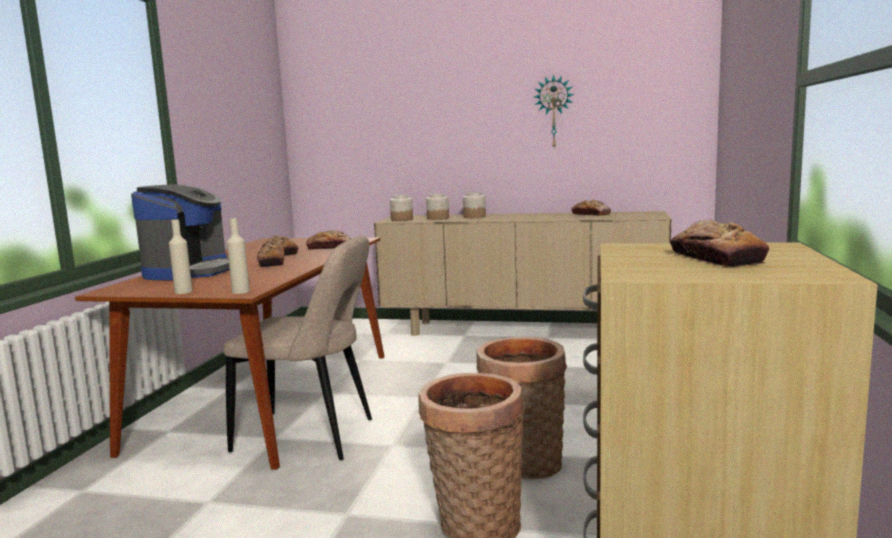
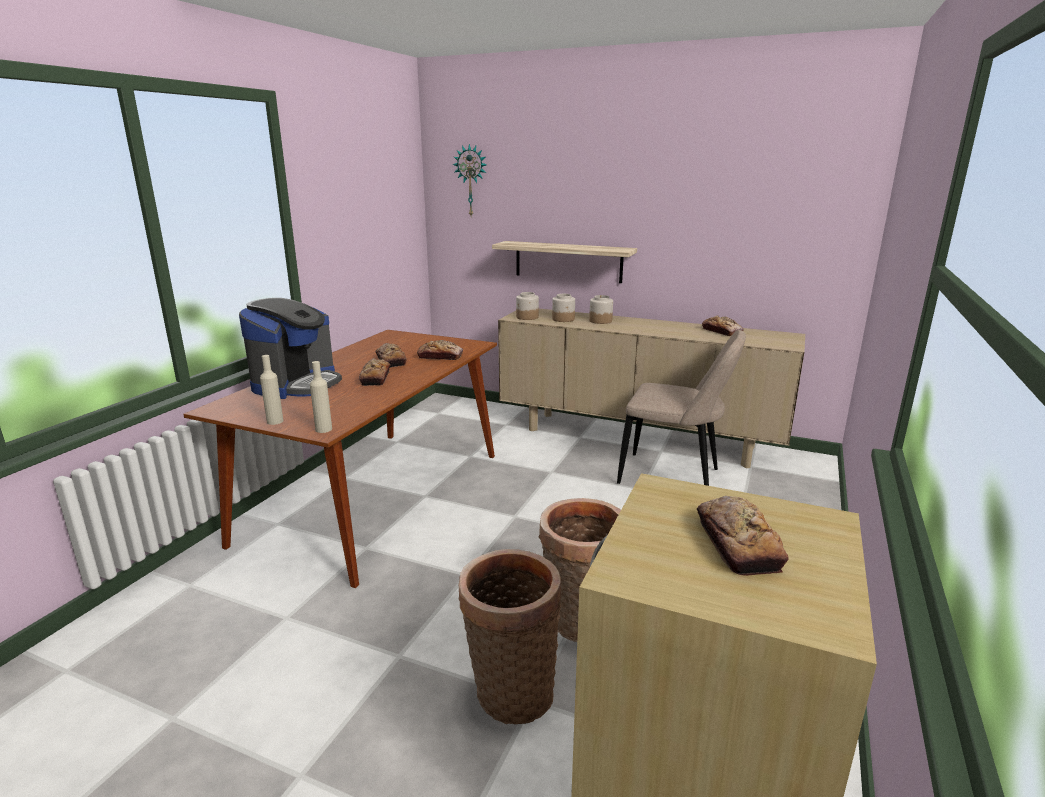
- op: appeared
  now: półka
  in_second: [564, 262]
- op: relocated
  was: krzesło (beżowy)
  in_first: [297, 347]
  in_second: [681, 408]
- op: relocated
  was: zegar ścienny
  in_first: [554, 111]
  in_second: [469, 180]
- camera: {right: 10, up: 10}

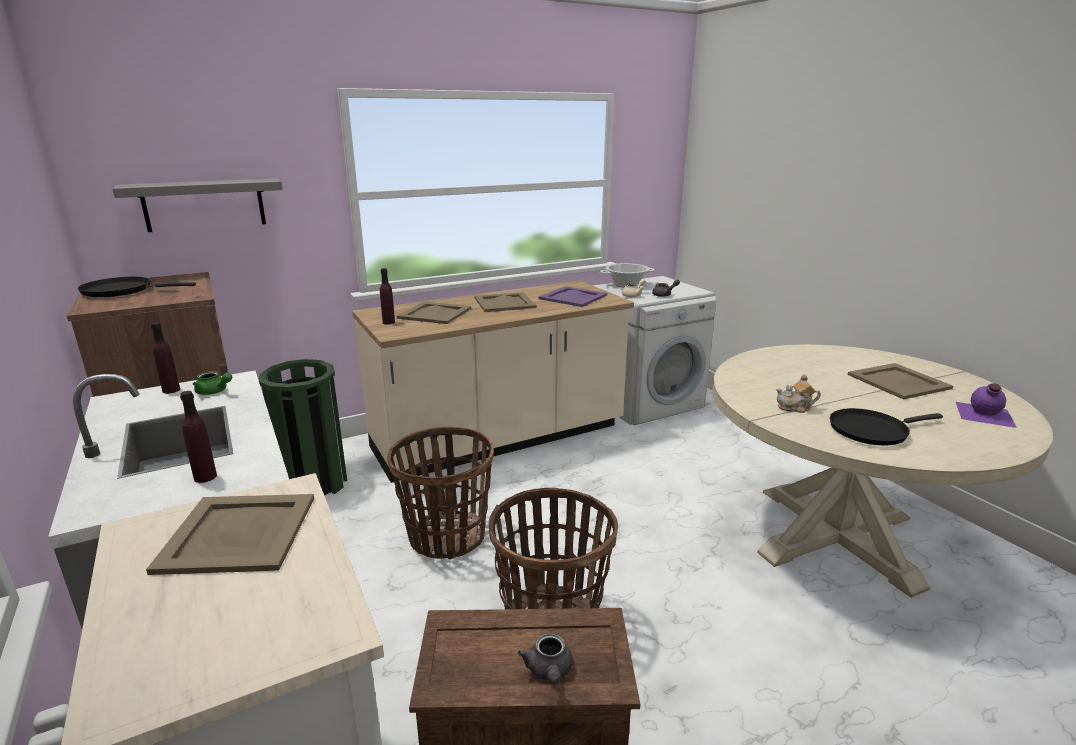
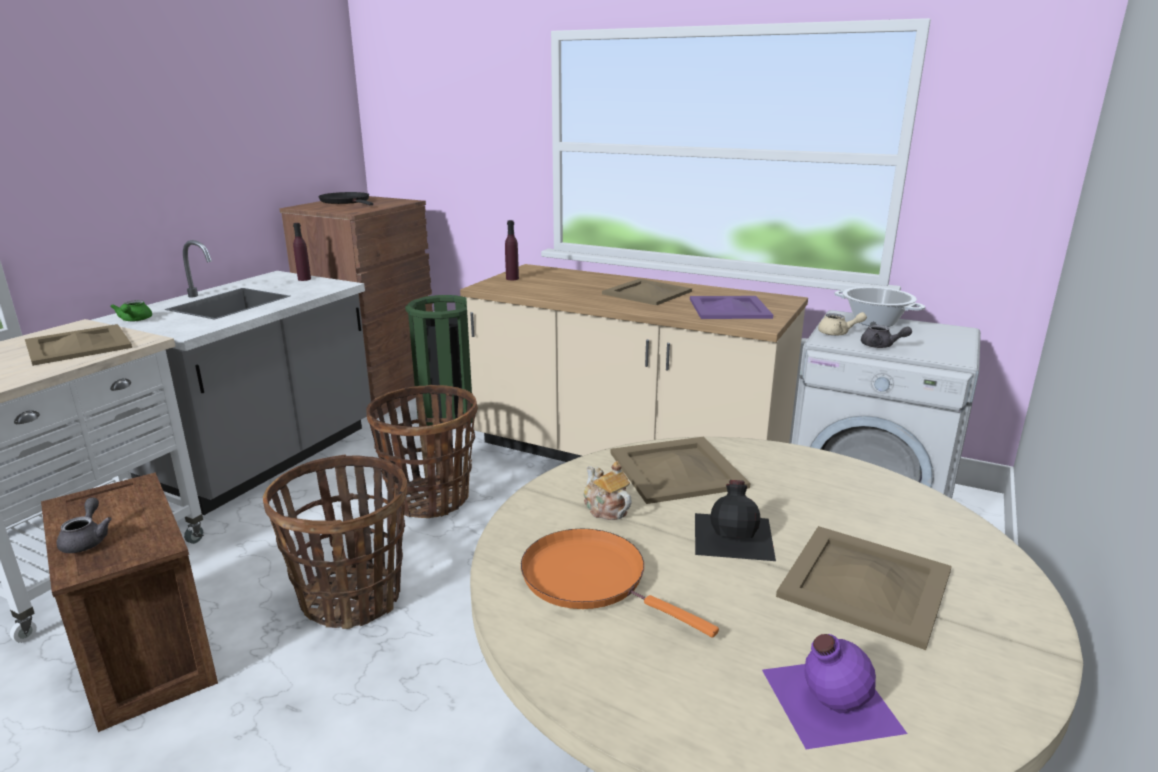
- op: missing
  was: półka (szary)
  in_first: [198, 205]
- op: missing
  was: butelka (fioletowy)
  in_first: [198, 437]
- op: appeared
  now: butelka (czarny)
  in_second: [735, 520]
- op: relocated
  was: imbryk (zielony)
  in_first: [212, 383]
  in_second: [131, 310]
- op: relocated
  was: taca (beżowy)
  in_first: [434, 313]
  in_second: [680, 470]
- op: colour
  was: patelnia (czarny)
  now: patelnia (pomarańczowy)
  in_first: [886, 426]
  in_second: [620, 583]
- op: spun
  was: imbryk (szary)
  in_first: [545, 658]
  in_second: [84, 525]
  clockwise: 120
- camera: {right: 55, up: 0}

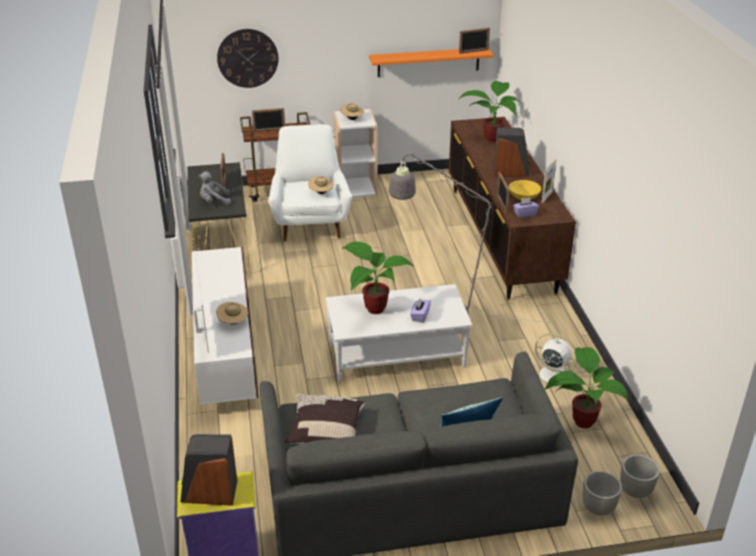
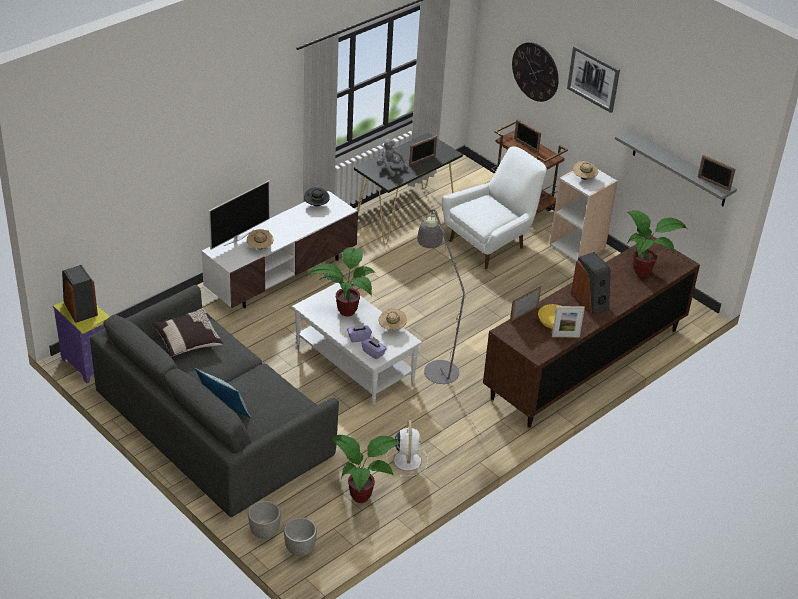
- op: appeared
  now: kapelusz (czarny)
  in_second: [317, 197]
- op: appeared
  now: obraz
  in_second: [593, 79]
- op: relocated
  was: kapelusz (beżowy)
  in_first: [321, 185]
  in_second: [393, 319]
- op: relocated
  was: pudełko chusteczek (fioletowy)
  in_first: [526, 207]
  in_second: [374, 348]
- op: colour
  was: półka (pomarańczowy)
  now: półka (szary)
  in_first: [431, 63]
  in_second: [676, 167]
- camera: {right: 55, up: 5}

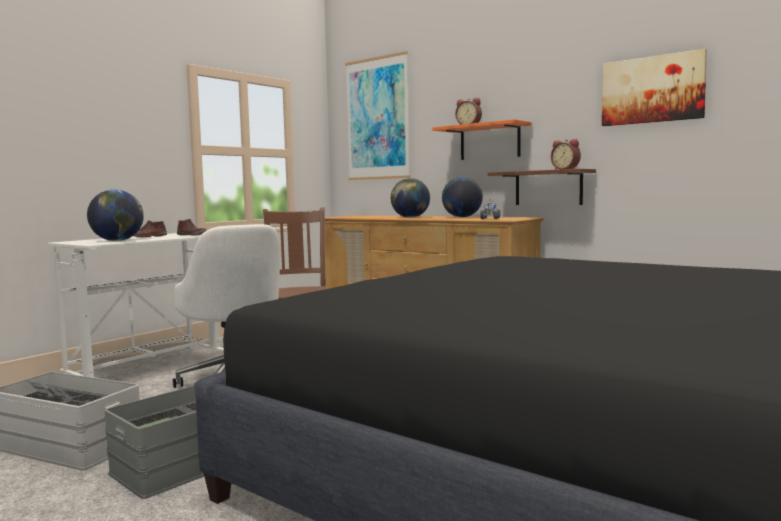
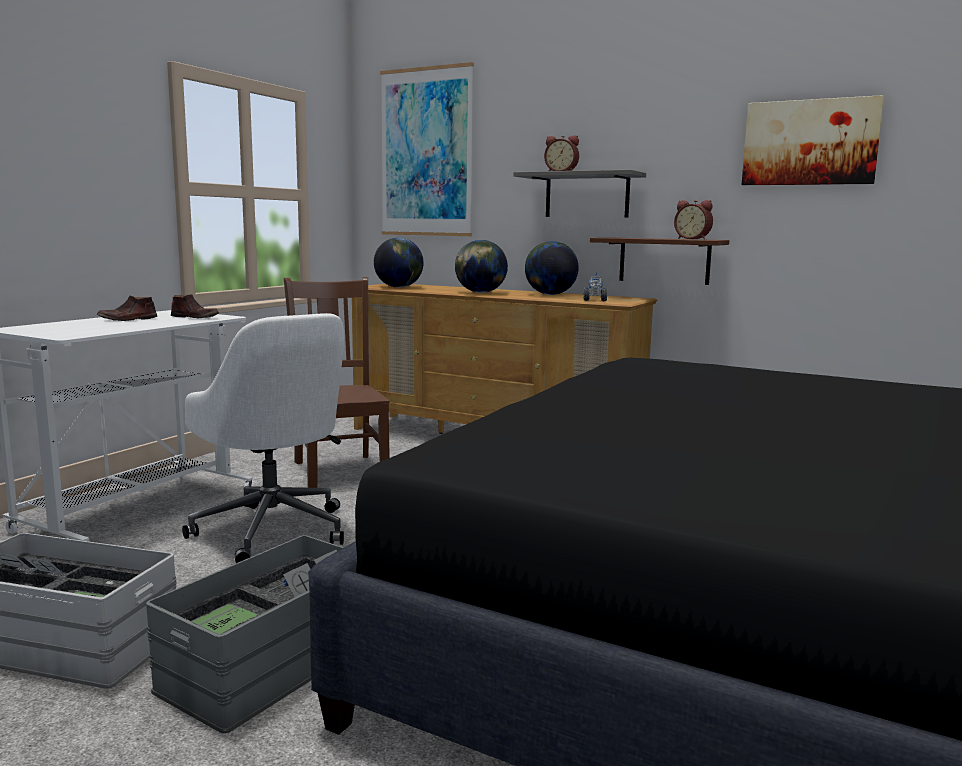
- op: relocated
  was: globus
  in_first: [115, 215]
  in_second: [399, 263]
- op: colour
  was: półka (pomarańczowy)
  now: półka (szary)
  in_first: [482, 139]
  in_second: [579, 193]
- camera: {right: -10, up: 5}

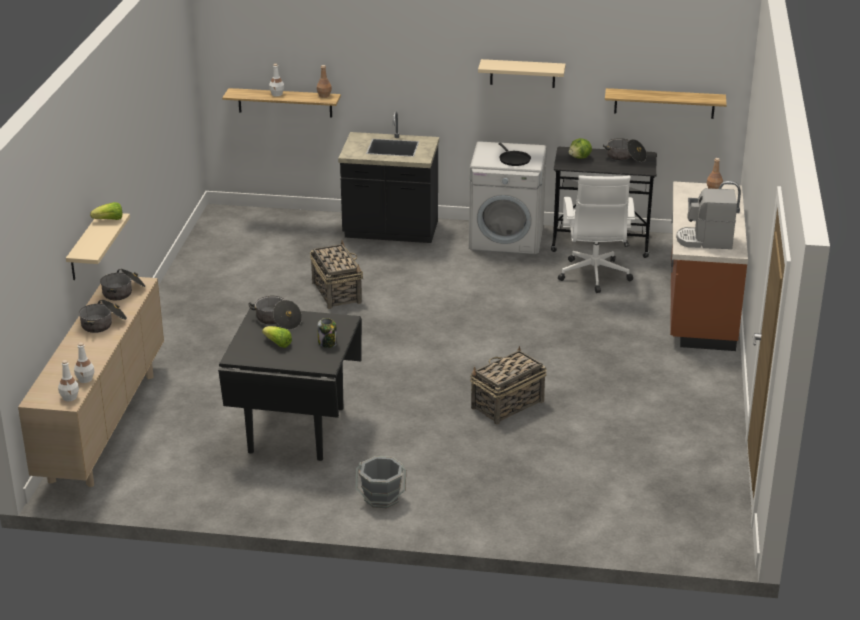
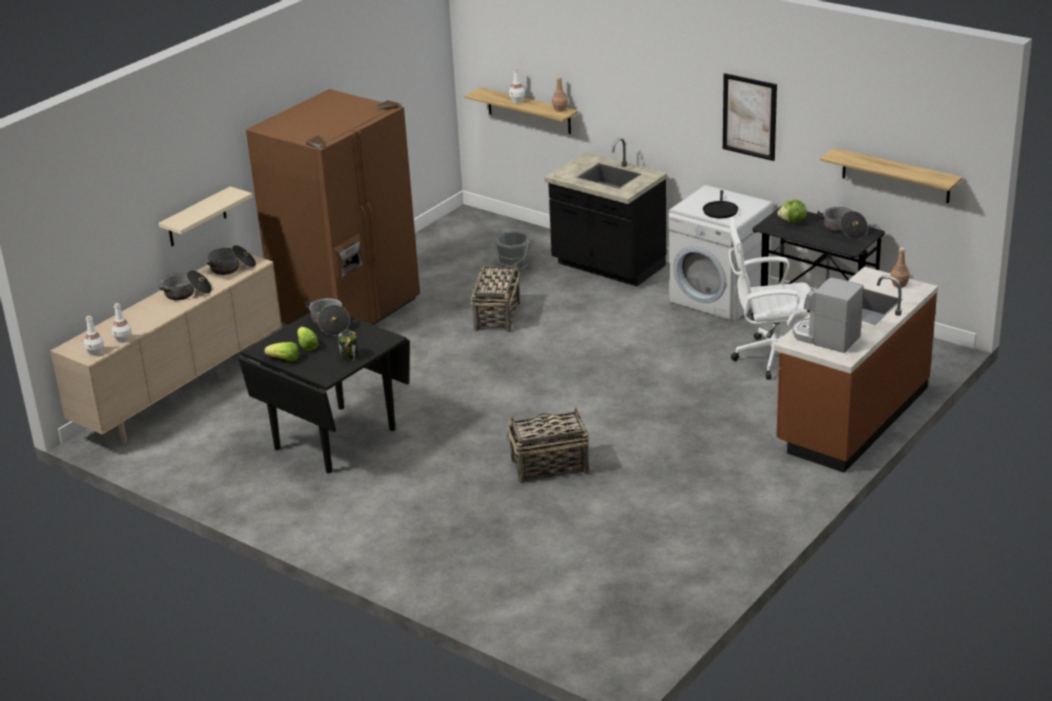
- op: appeared
  now: lodówka (brązowy)
  in_second: [333, 208]
- op: relocated
  was: sałata
  in_first: [106, 211]
  in_second: [281, 351]
- op: relocated
  was: wiadro (szary)
  in_first: [380, 482]
  in_second: [511, 250]
- op: exchanged
  was: półka (beżowy)
  now: obraz
  in_first: [522, 73]
  in_second: [750, 117]
- op: spun
  was: krzesło biurowe (biały)
  in_first: [596, 234]
  in_second: [770, 298]
  clockwise: 60
- camera: {right: 30, up: 0}

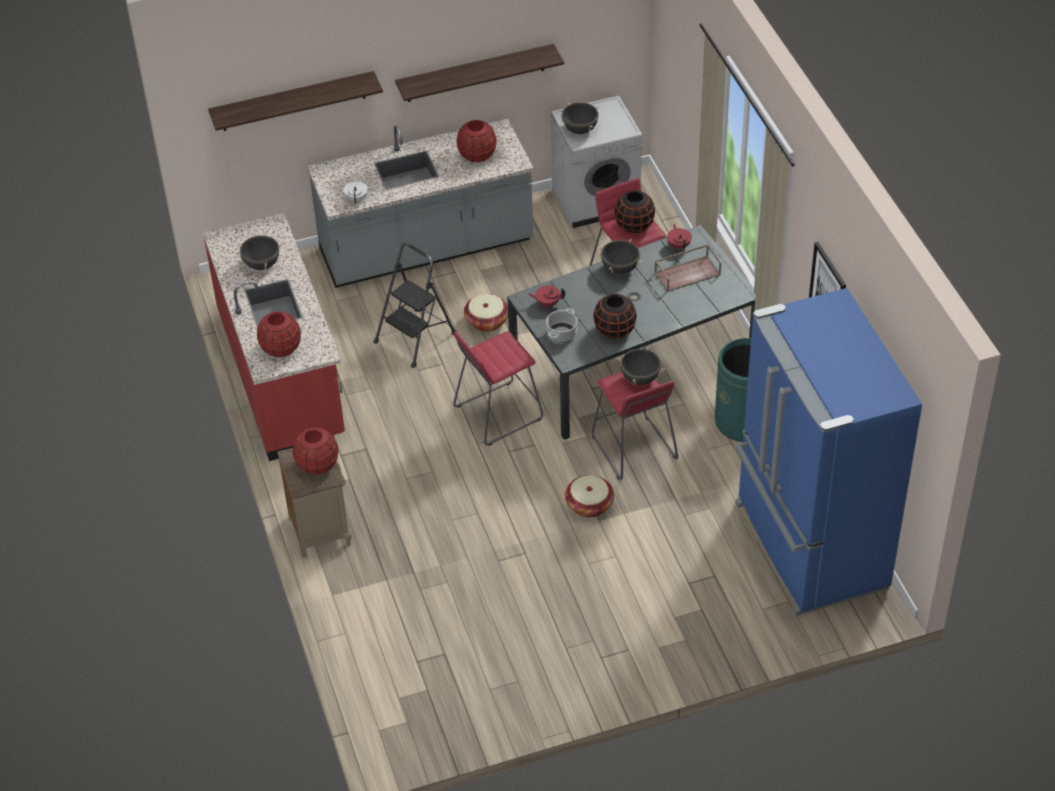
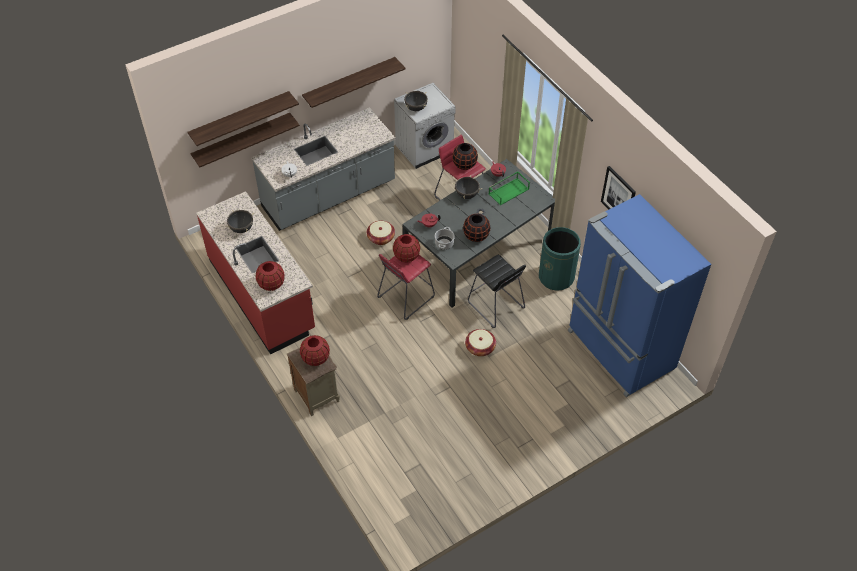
- op: missing
  was: drabinka (czarny)
  in_first: [415, 305]
- op: missing
  was: garnek (czarny)
  in_first: [640, 365]
- op: appeared
  now: półka
  in_second: [245, 140]
- op: relocated
  was: wazon (czerwony)
  in_first: [477, 141]
  in_second: [406, 248]
- op: colour
  was: stołek (czerwony)
  now: stołek (czarny)
  in_first: [635, 426]
  in_second: [497, 291]
- op: colour
  was: taca (brązowy)
  now: taca (zielony)
  in_first: [687, 268]
  in_second: [509, 188]
- camera: {right: -15, up: 5}

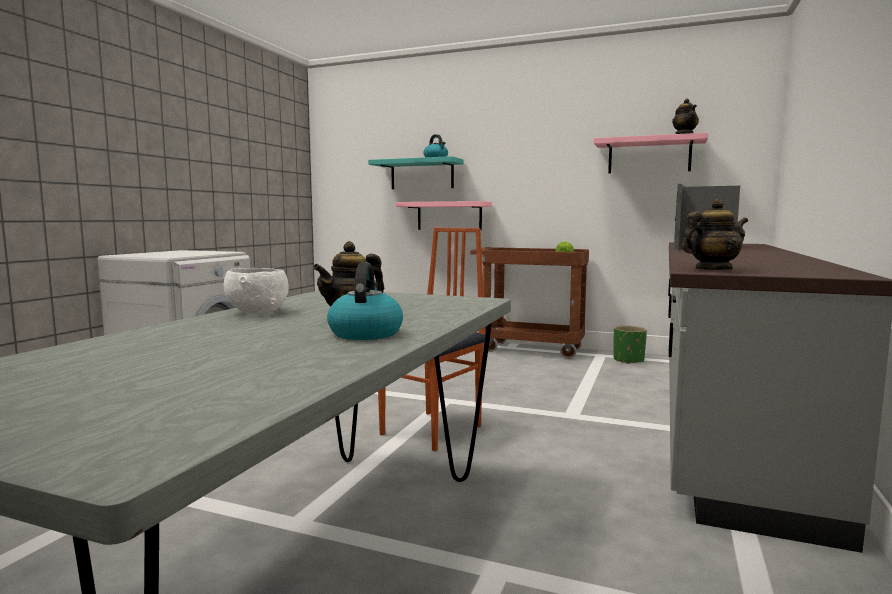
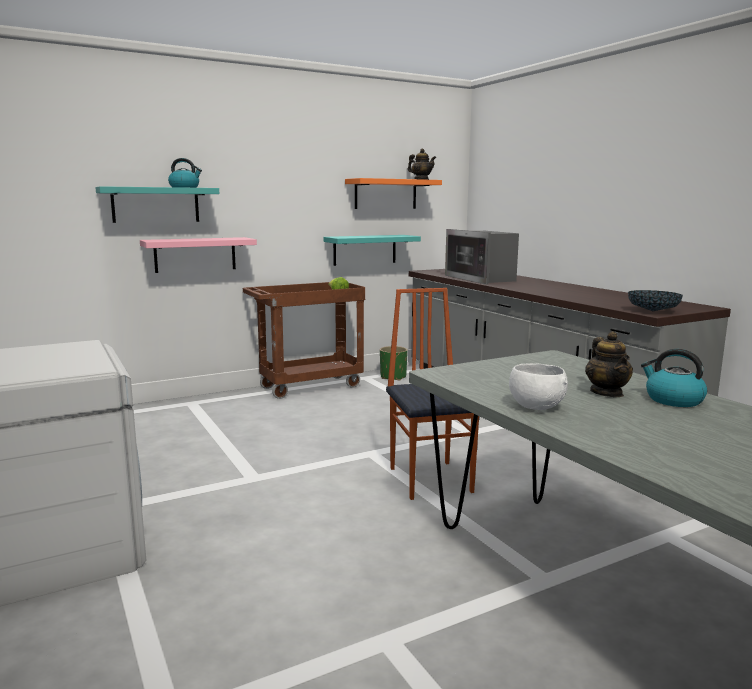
- op: appeared
  now: półka (turkusowy)
  in_second: [372, 250]
- op: exchanged
  was: imbryk
  now: miska
  in_first: [715, 234]
  in_second: [655, 300]
- op: colour
  was: półka (różowy)
  now: półka (pomarańczowy)
  in_first: [650, 153]
  in_second: [393, 193]
- camera: {right: -50, up: 5}

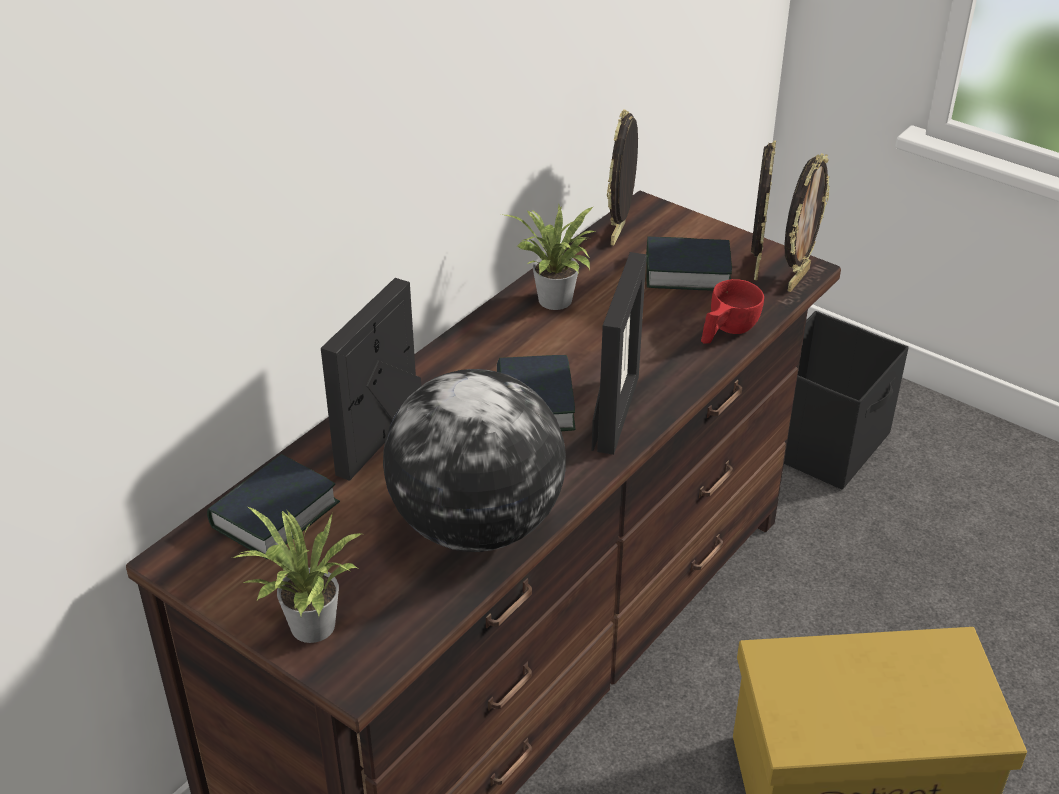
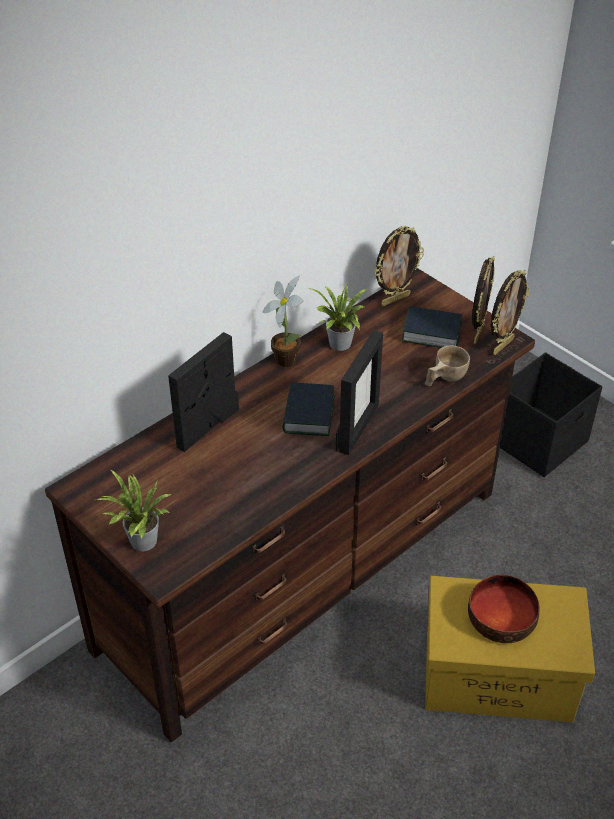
- op: missing
  was: książka
  in_first: [273, 506]
- op: missing
  was: globus
  in_first: [474, 460]
- op: appeared
  now: roślina doniczkowa
  in_second: [282, 321]
- op: appeared
  now: miska
  in_second: [504, 609]
- op: colour
  was: filiżanka (czerwony)
  now: filiżanka (beżowy)
  in_first: [732, 311]
  in_second: [447, 365]
- op: spun
  was: ramka na zdjęcie
  in_first: [622, 177]
  in_second: [399, 266]
  clockwise: -150
- camera: {right: 10, up: 5}

